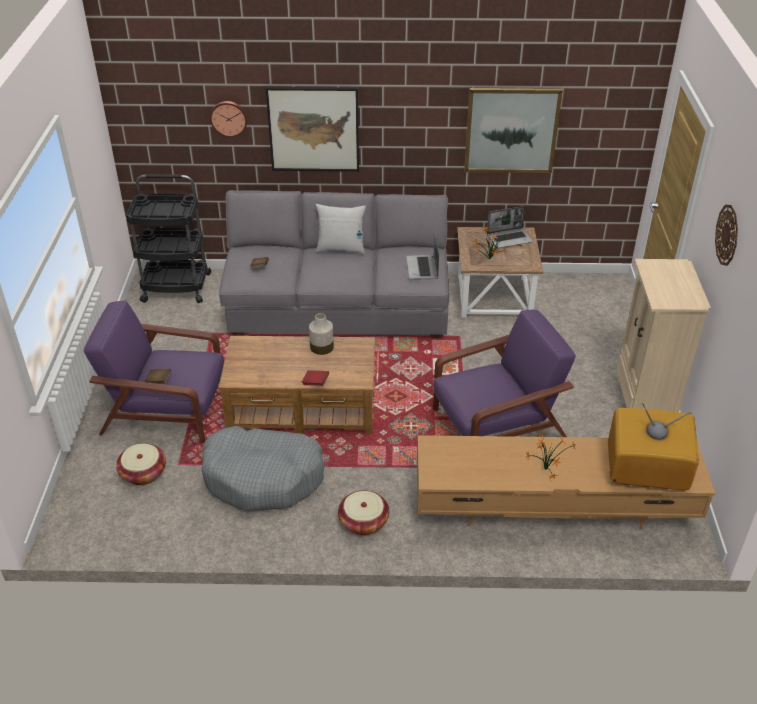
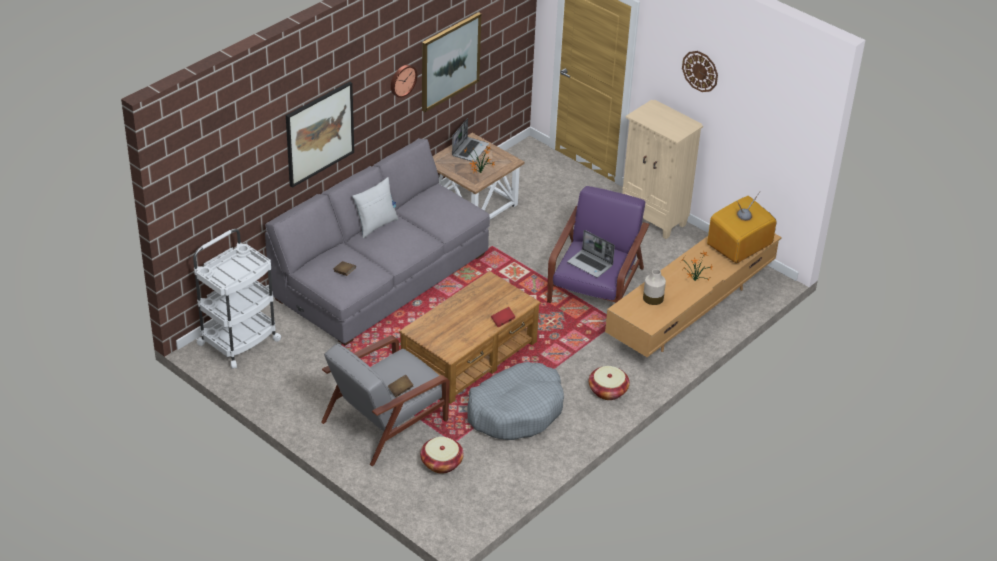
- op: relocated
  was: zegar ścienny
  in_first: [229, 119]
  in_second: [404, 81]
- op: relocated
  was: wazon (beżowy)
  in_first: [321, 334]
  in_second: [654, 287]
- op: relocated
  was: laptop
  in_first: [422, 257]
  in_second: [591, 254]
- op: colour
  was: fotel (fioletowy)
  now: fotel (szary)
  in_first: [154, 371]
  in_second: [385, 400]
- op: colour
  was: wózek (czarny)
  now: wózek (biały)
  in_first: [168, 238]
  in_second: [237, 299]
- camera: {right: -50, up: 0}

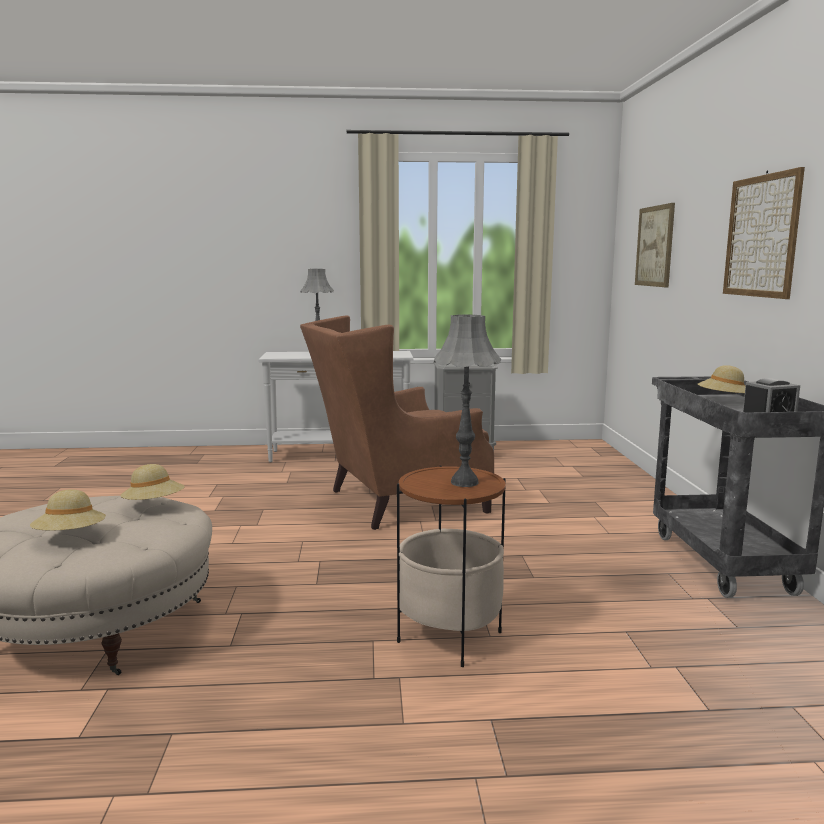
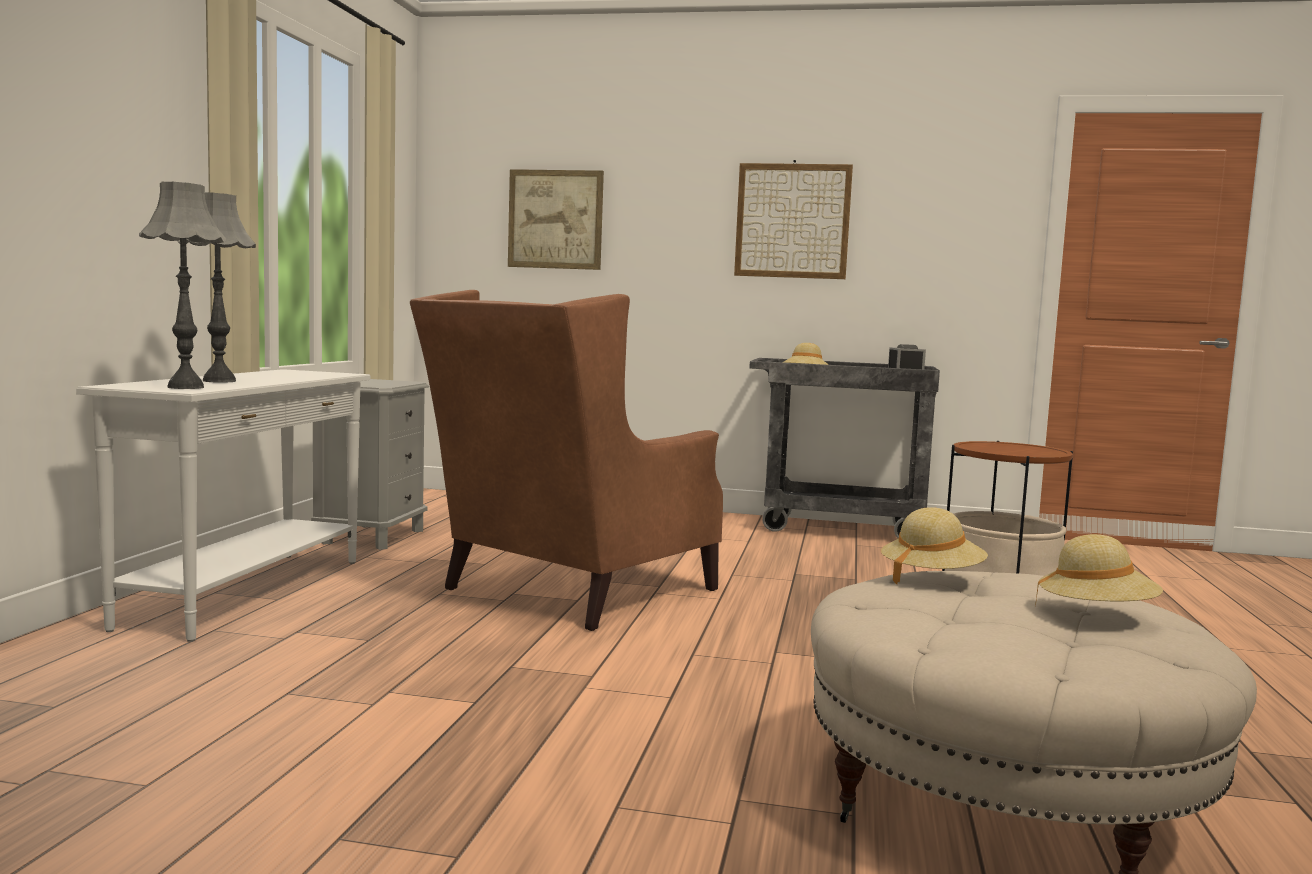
- op: relocated
  was: lampa stołowa (szary)
  in_first: [467, 400]
  in_second: [182, 285]
- op: spun
  was: fotel (brązowy)
  in_first: [397, 422]
  in_second: [566, 460]
  clockwise: 45
- camera: {right: -75, up: -5}

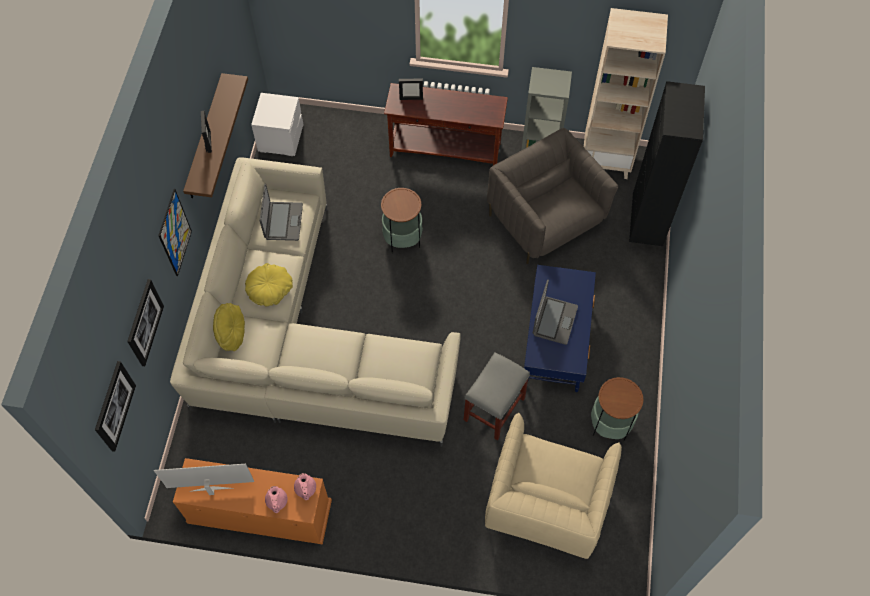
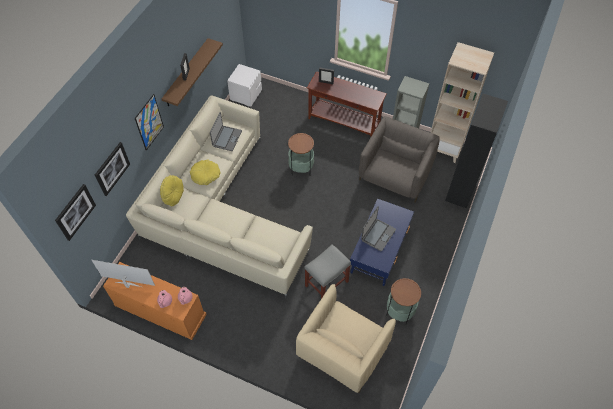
- op: spun
  was: fotel (szary)
  in_first: [552, 196]
  in_second: [399, 159]
  clockwise: 45
- camera: {right: 15, up: -5}

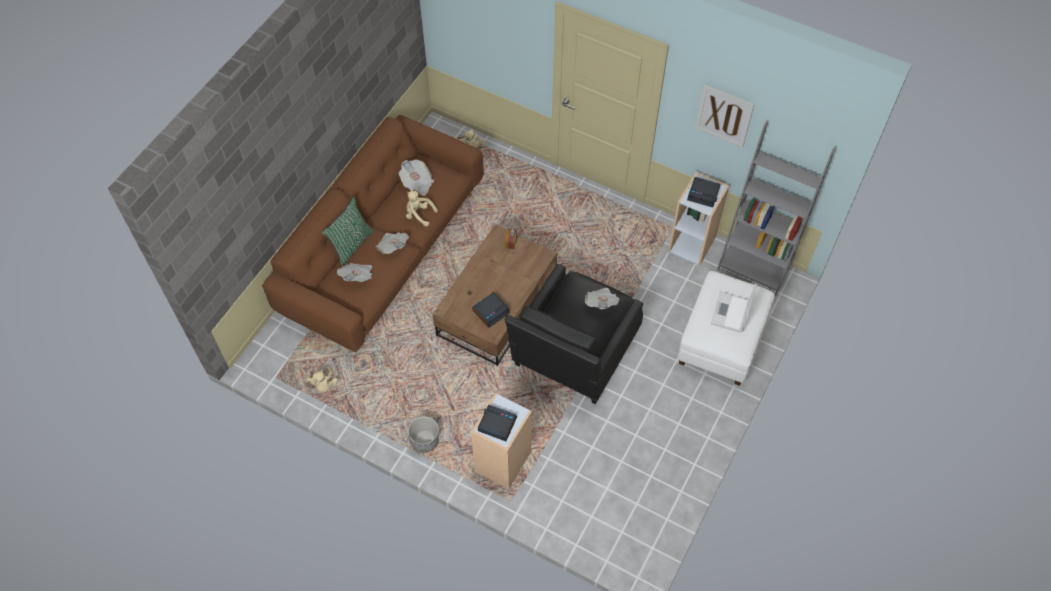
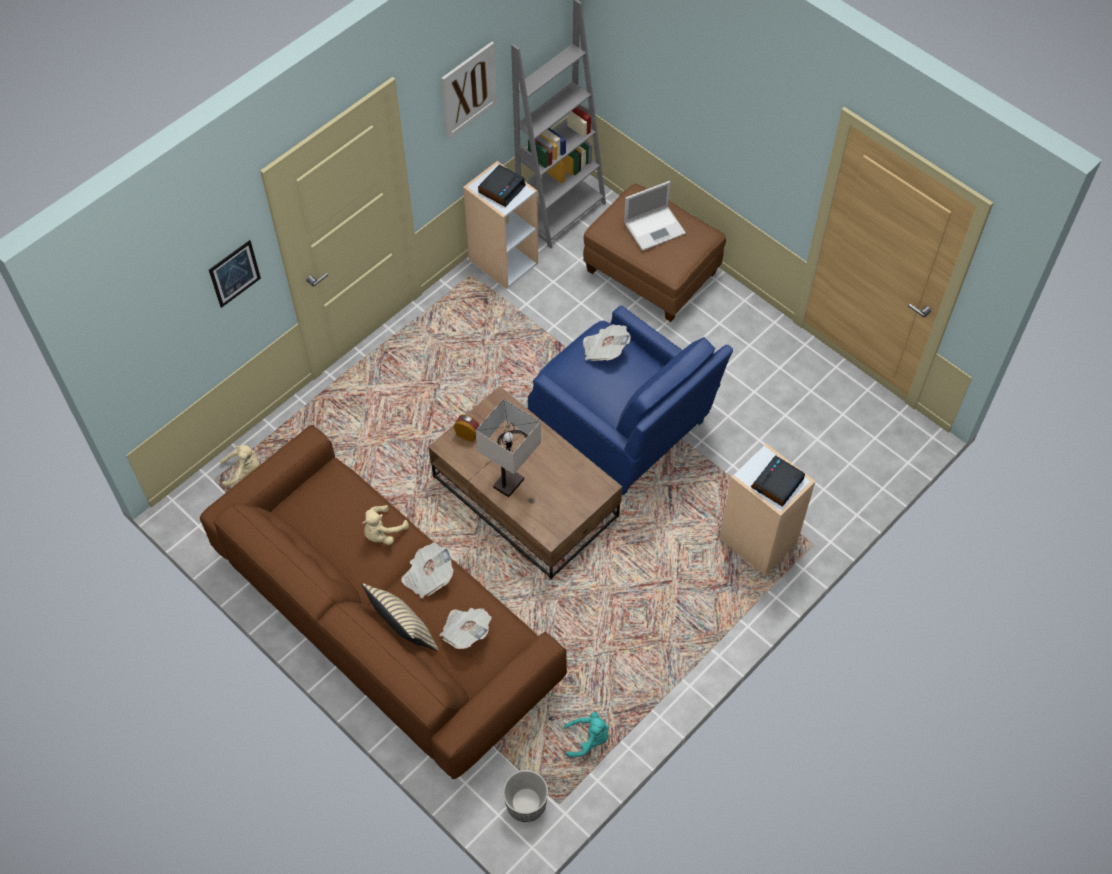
- op: missing
  was: gazeta
  in_first: [416, 178]
- op: missing
  was: budzik
  in_first: [491, 310]
- op: appeared
  now: obraz
  in_second: [235, 274]
- op: appeared
  now: lampa stołowa
  in_second: [508, 448]
- op: relocated
  was: donica
  in_first: [423, 434]
  in_second: [525, 796]
- op: colour
  was: pluszak (beżowy)
  now: pluszak (turkusowy)
  in_first: [322, 379]
  in_second: [586, 734]
- op: colour
  was: poduszka (zielony)
  now: poduszka (beżowy)
  in_first: [348, 232]
  in_second: [400, 617]
- op: colour
  was: fotel (czarny)
  now: fotel (niebieski)
  in_first: [573, 334]
  in_second: [630, 400]
- op: colour
  was: pufa (biały)
  now: pufa (brązowy)
  in_first: [726, 328]
  in_second: [654, 253]
- op: spun
  was: laptop
  in_first: [734, 308]
  in_second: [655, 216]
  clockwise: -60
- camera: {right: -75, up: 0}

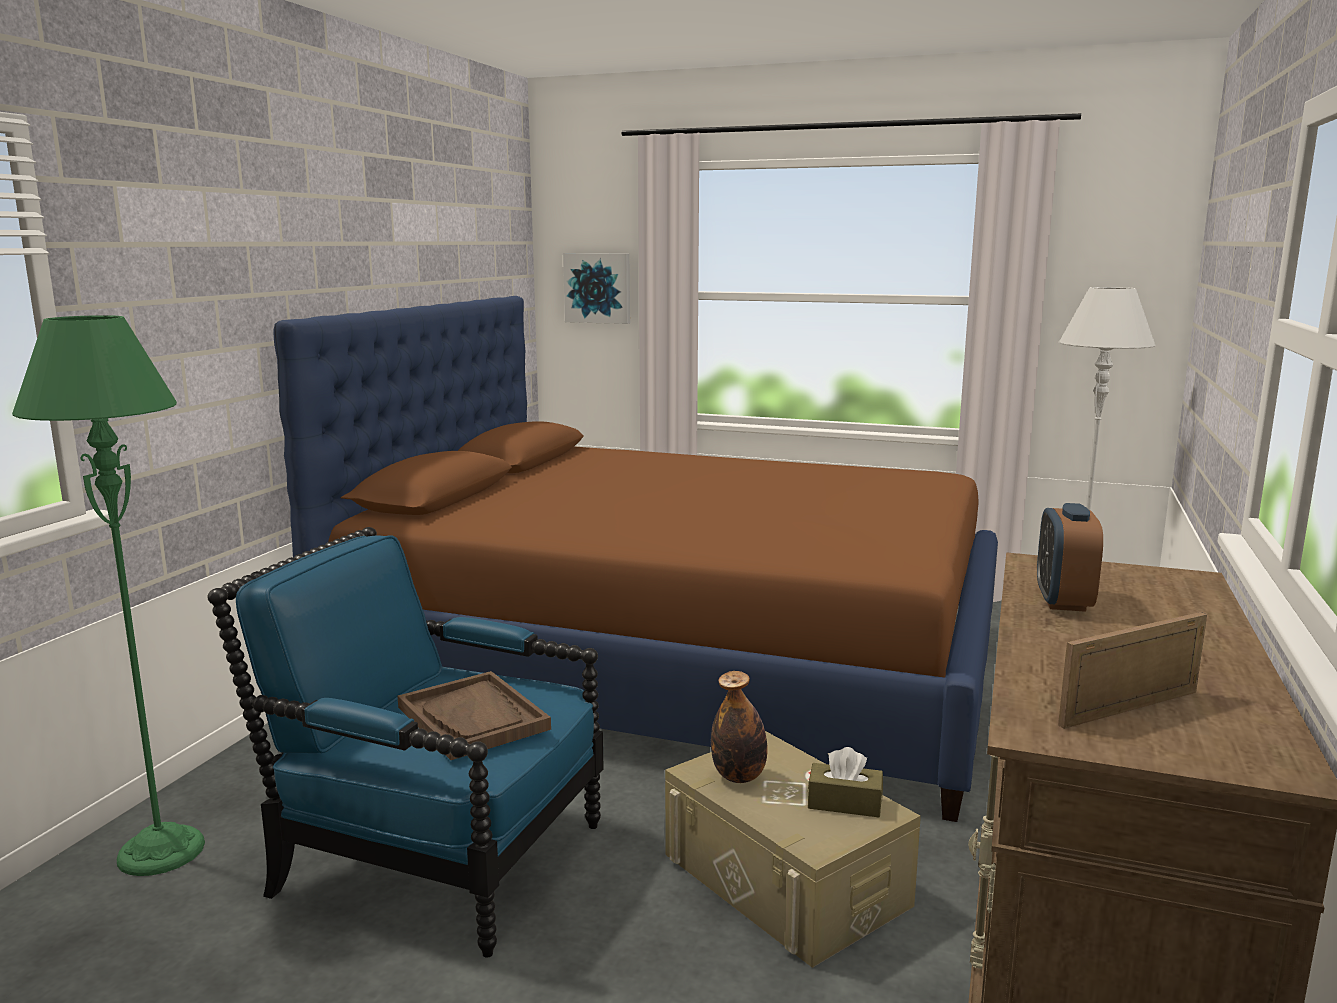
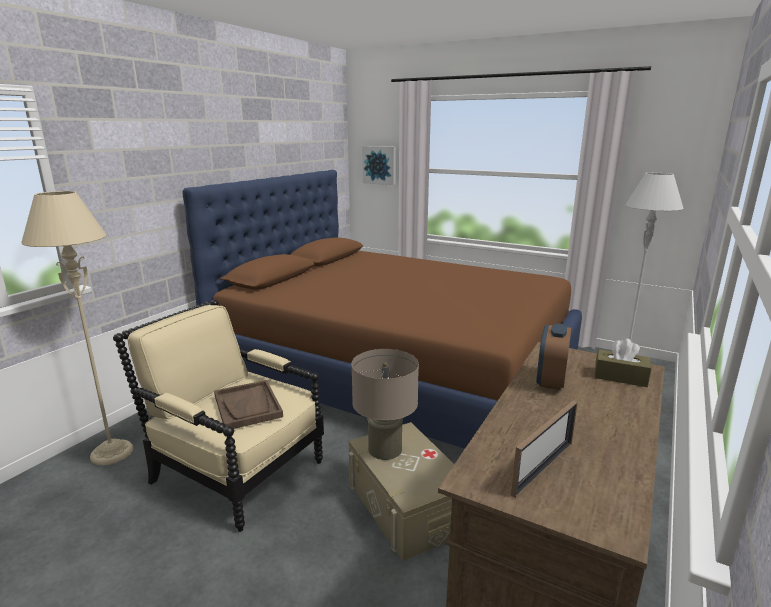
- op: relocated
  was: pudełko chusteczek (brązowy)
  in_first: [845, 782]
  in_second: [623, 363]
- op: exchanged
  was: butelka
  now: lampa stołowa (beżowy)
  in_first: [739, 727]
  in_second: [385, 404]
- op: colour
  was: lampa stojąca (zielony)
  now: lampa stojąca (beżowy)
  in_first: [108, 595]
  in_second: [77, 328]
- op: colour
  was: fotel (niebieski)
  now: fotel (beżowy)
  in_first: [405, 742]
  in_second: [218, 416]
- op: spun
  was: ramka na zdjęcie
  in_first: [1132, 670]
  in_second: [544, 449]
  clockwise: 150
- camera: {right: 10, up: 5}

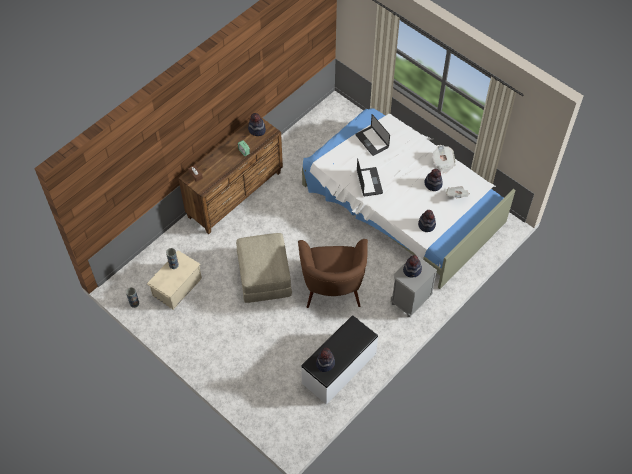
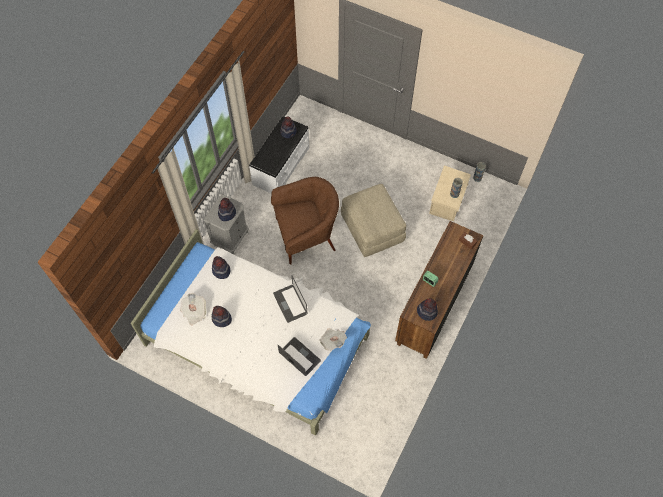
- op: relocated
  was: gazeta
  in_first: [444, 159]
  in_second: [333, 339]
- op: spun
  was: fotel (brązowy)
  in_first: [333, 273]
  in_second: [305, 220]
  clockwise: 90
- camera: {right: 165, up: 5}

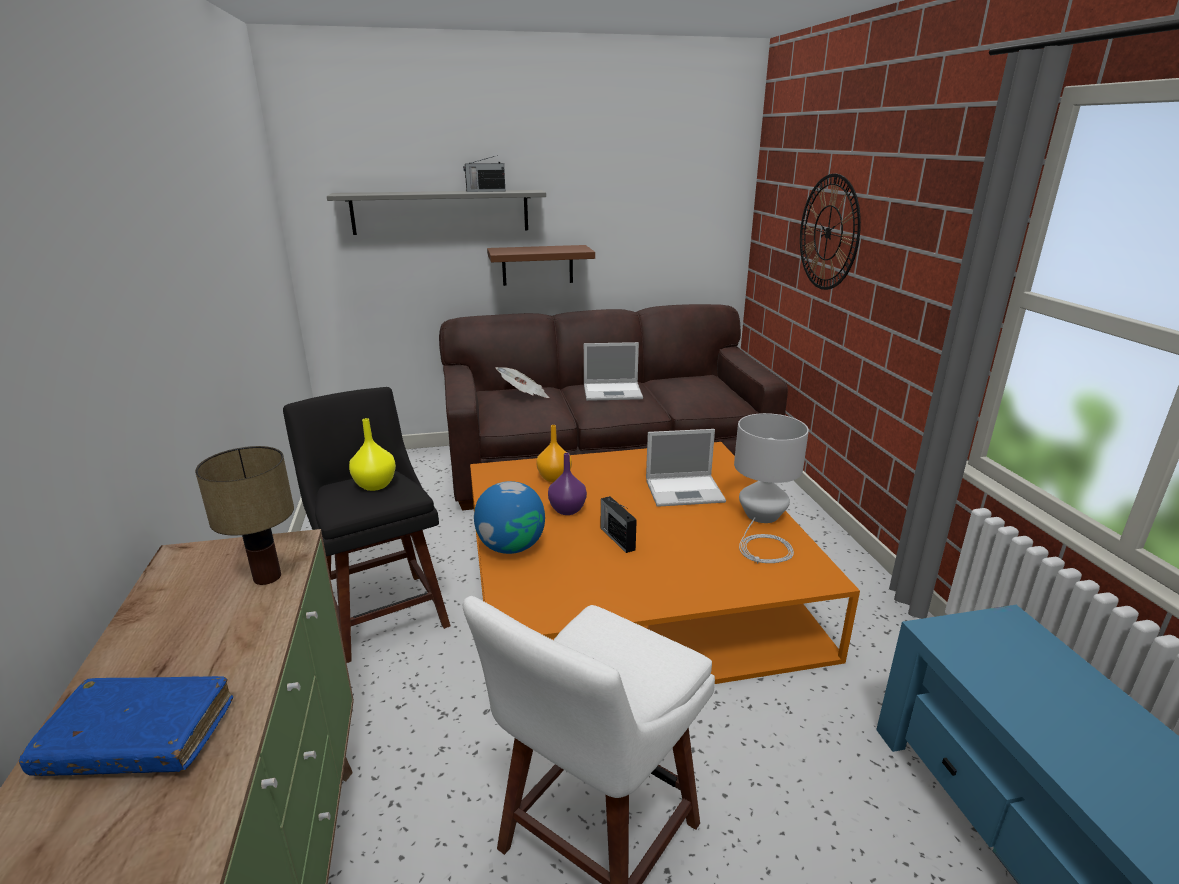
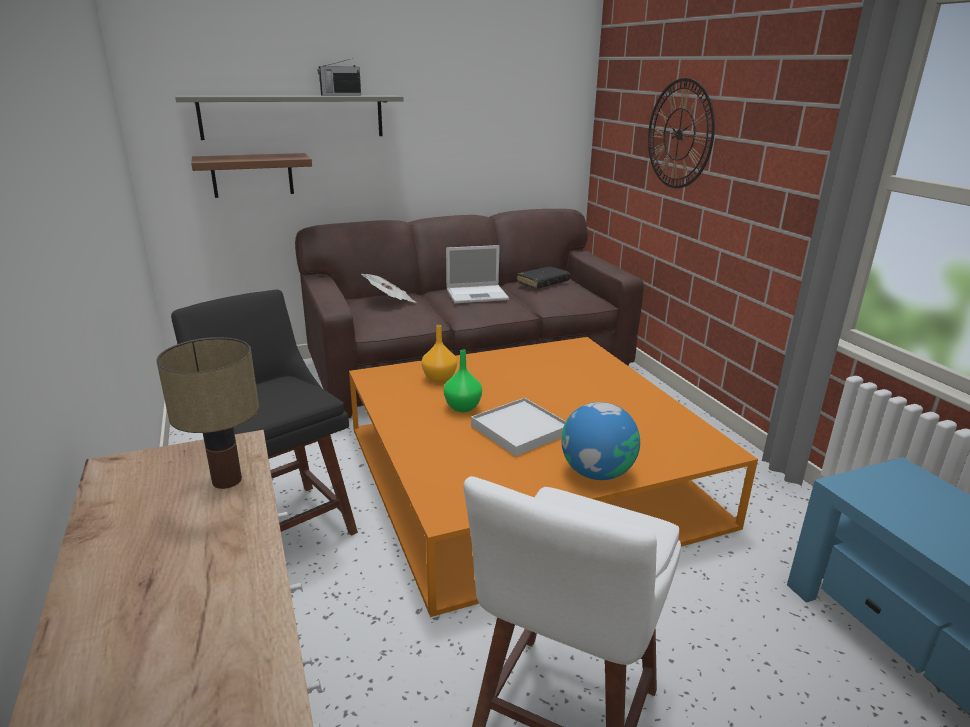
- op: missing
  was: książka (niebieski)
  in_first: [125, 726]
- op: missing
  was: wazon (żółty)
  in_first: [372, 454]
- op: missing
  was: laptop
  in_first: [686, 468]
- op: missing
  was: lampa stołowa (biały)
  in_first: [771, 488]
- op: appeared
  now: książka (czarny)
  in_second: [543, 277]
- op: relocated
  was: globus
  in_first: [509, 517]
  in_second: [600, 441]
- op: relocated
  was: półka (brązowy)
  in_first: [541, 265]
  in_second: [251, 175]
- op: exchanged
  was: radio
  now: taca (biały)
  in_first: [619, 524]
  in_second: [518, 427]
- op: colour
  was: wazon (fioletowy)
  now: wazon (zielony)
  in_first: [567, 484]
  in_second: [463, 380]
- camera: {right: -10, up: 0}

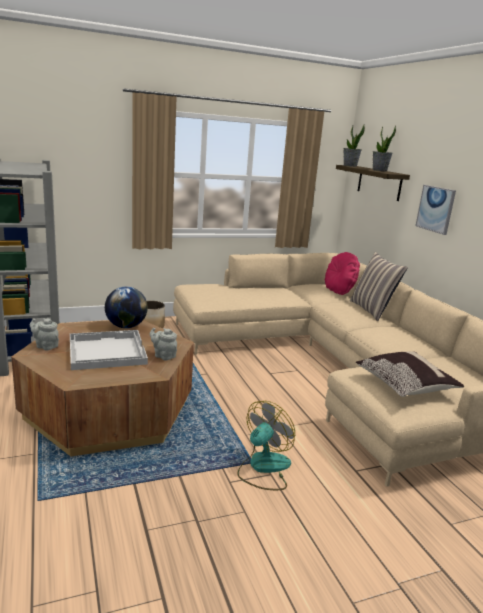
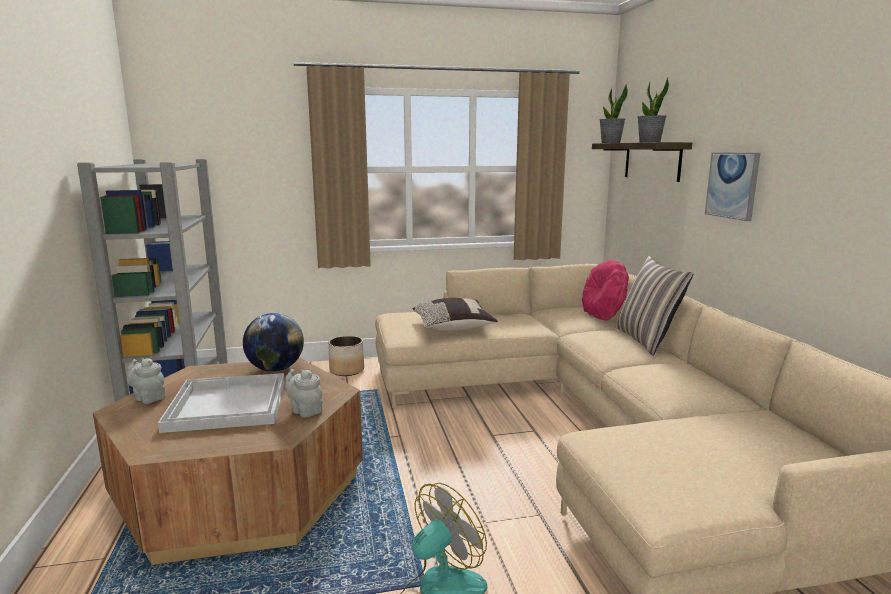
- op: relocated
  was: poduszka
  in_first: [410, 374]
  in_second: [455, 314]
- camera: {right: 10, up: -5}

